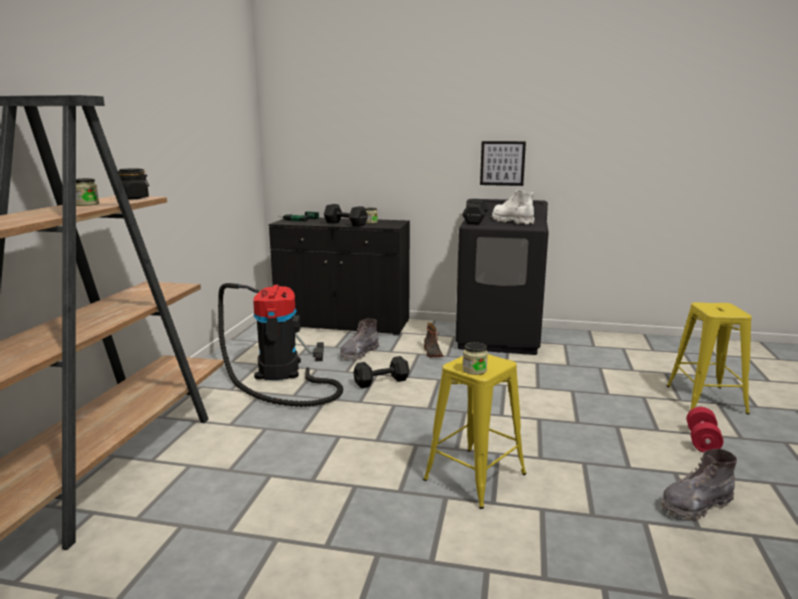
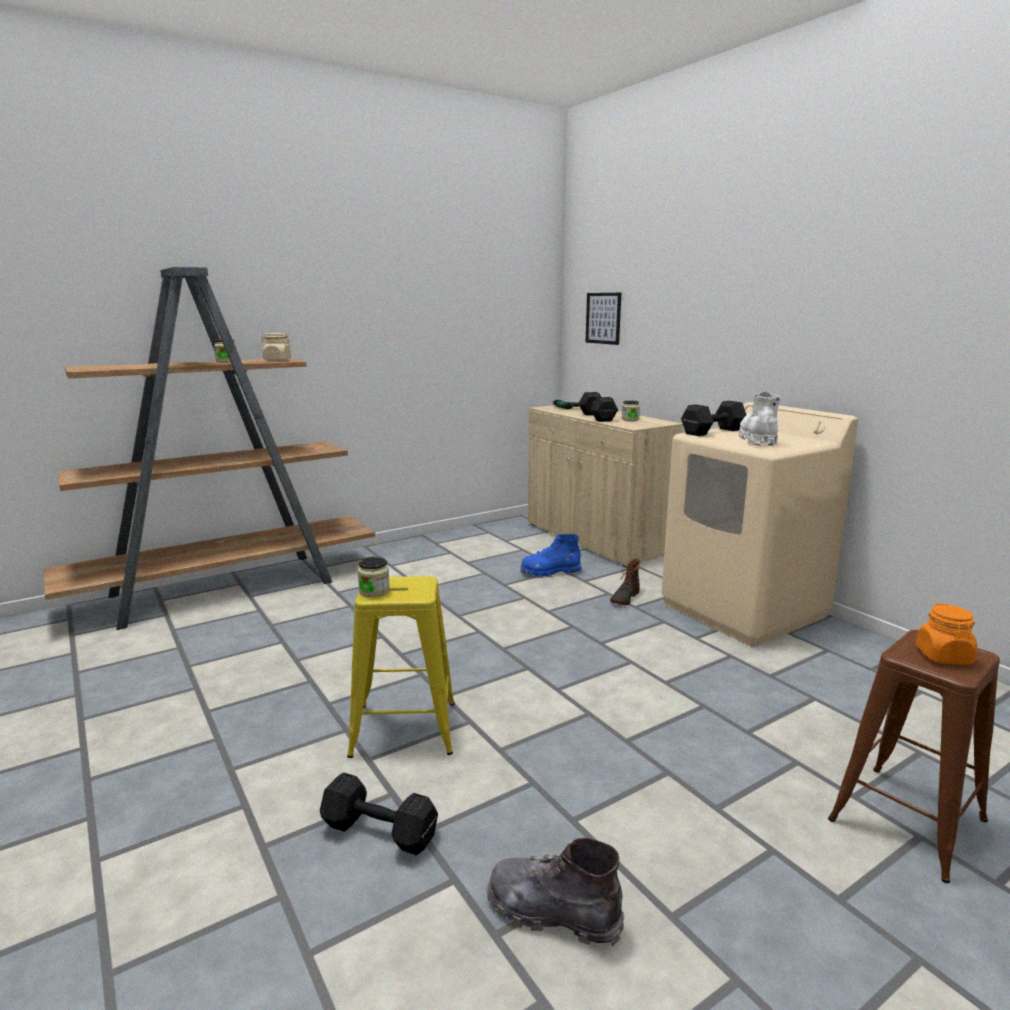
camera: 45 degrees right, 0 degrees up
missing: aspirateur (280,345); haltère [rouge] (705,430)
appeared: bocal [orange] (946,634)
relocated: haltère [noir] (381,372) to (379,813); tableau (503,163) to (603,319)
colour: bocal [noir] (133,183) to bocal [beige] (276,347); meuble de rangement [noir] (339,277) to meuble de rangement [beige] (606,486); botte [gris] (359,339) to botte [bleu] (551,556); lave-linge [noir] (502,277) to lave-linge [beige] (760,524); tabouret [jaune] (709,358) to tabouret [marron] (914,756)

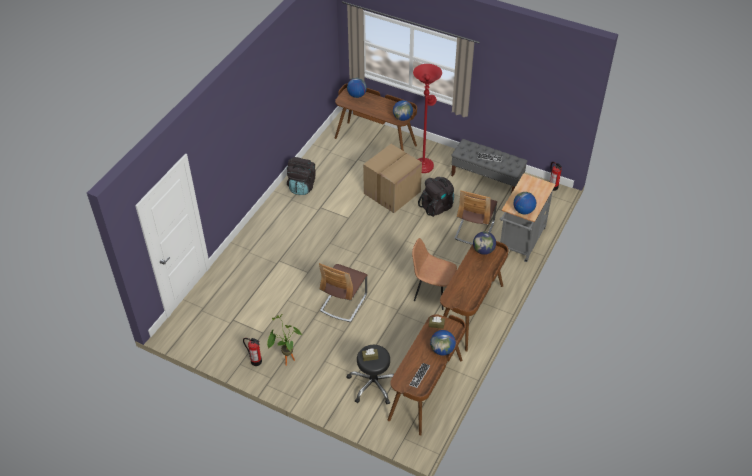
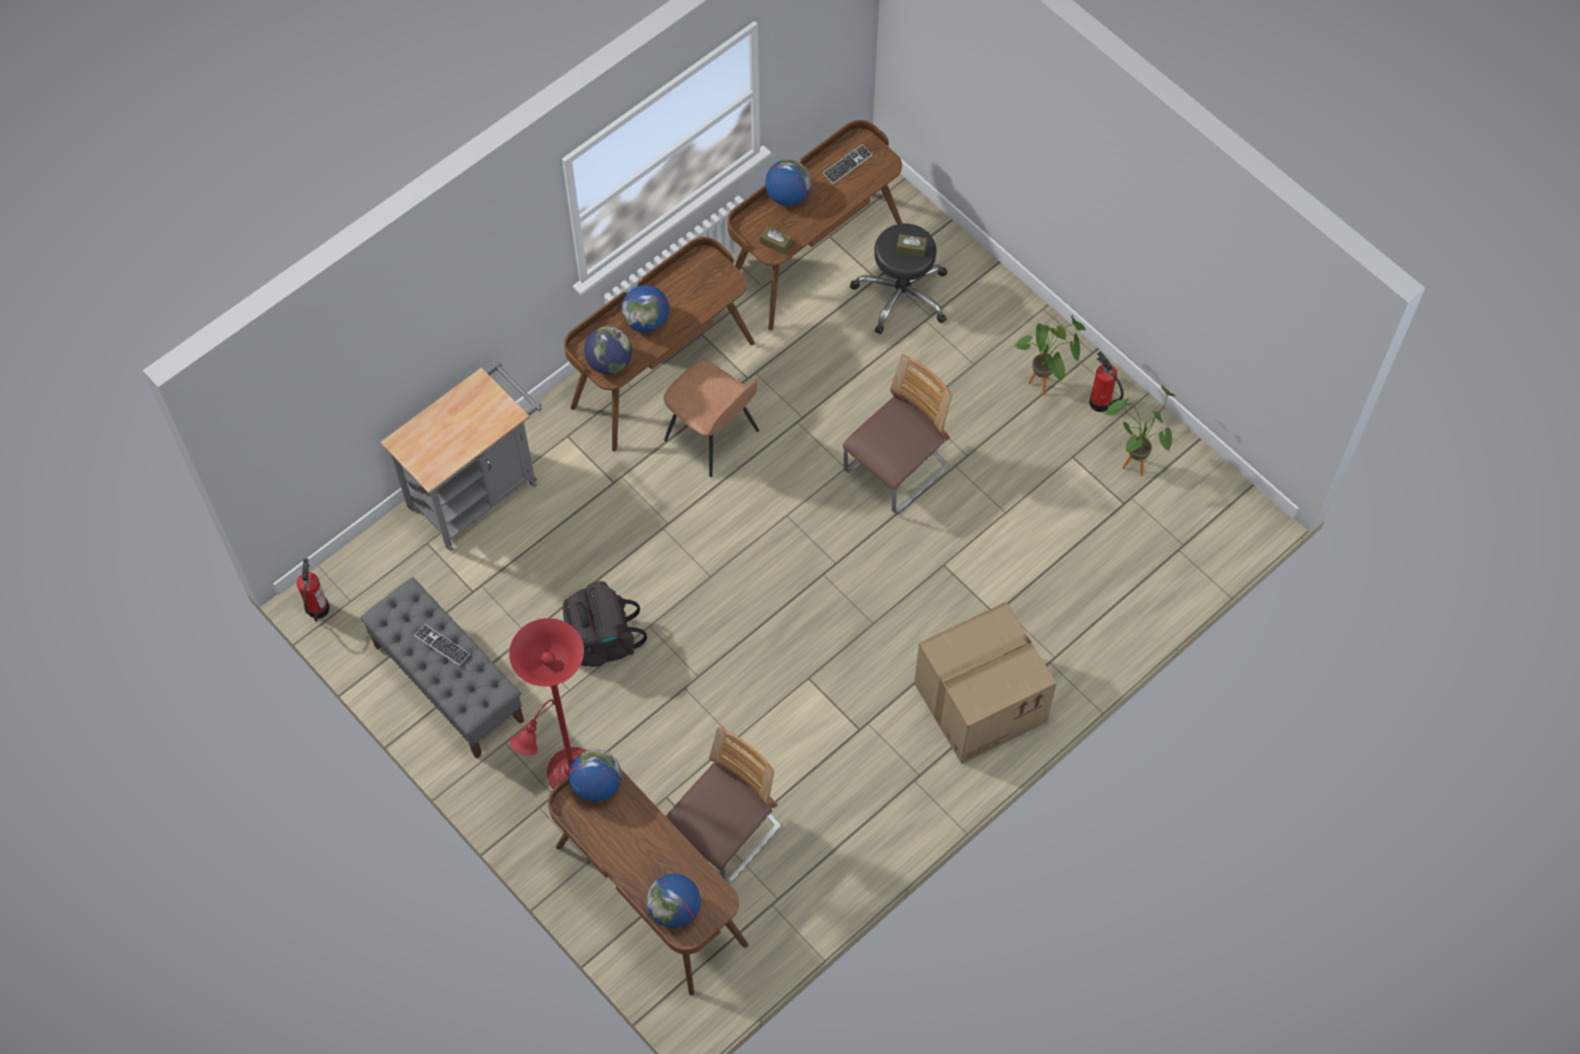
camera: 160 degrees left, 15 degrees up
missing: sac à dos [noir] (301,176)
appeared: plante en pot (1140,430)
relocated: carton (392,178) to (985,683); chaise (475,217) to (723,805); globe (525,203) to (645,309)

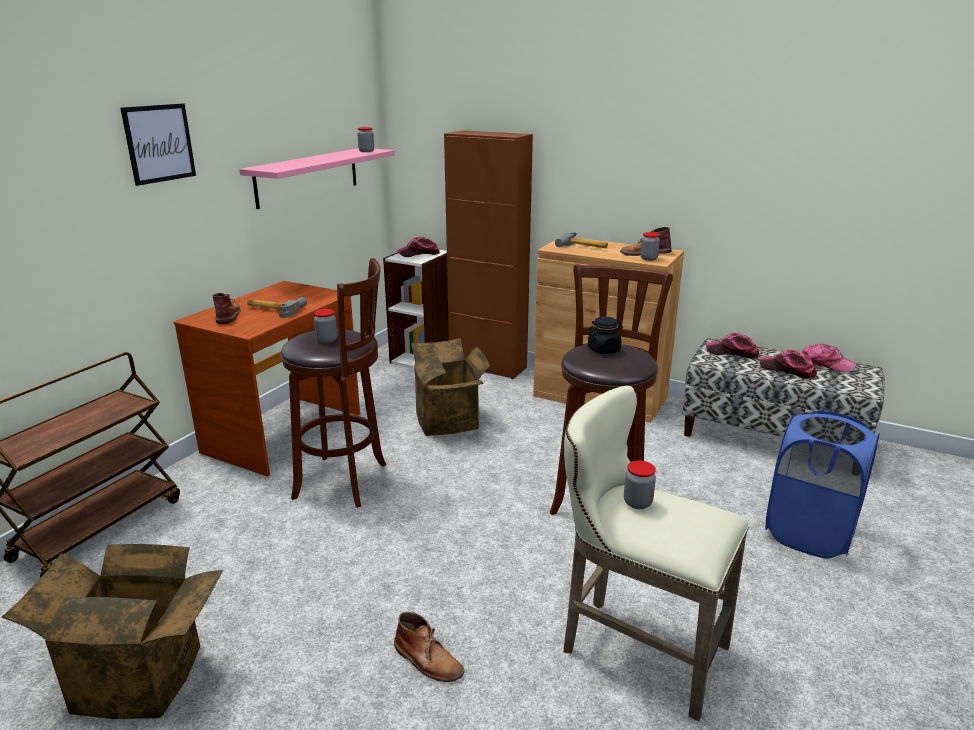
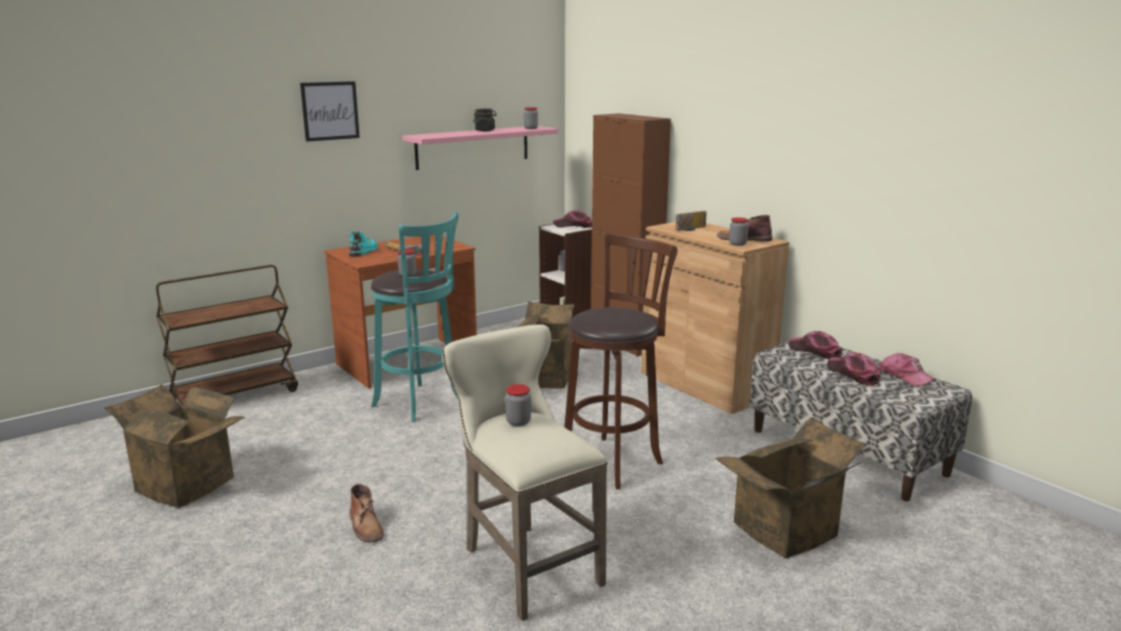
camera: 25 degrees right, 5 degrees down
relocated: bocal [noir] (605,335) to (485,120)
exchanged: marteau (581,240) to radio (691,221); panier à linge [bleu] (822,484) to carton (791,487)
colour: botte [marron] (226,308) to botte [turquoise] (363,244); tabouret [marron] (333,383) to tabouret [turquoise] (414,317)

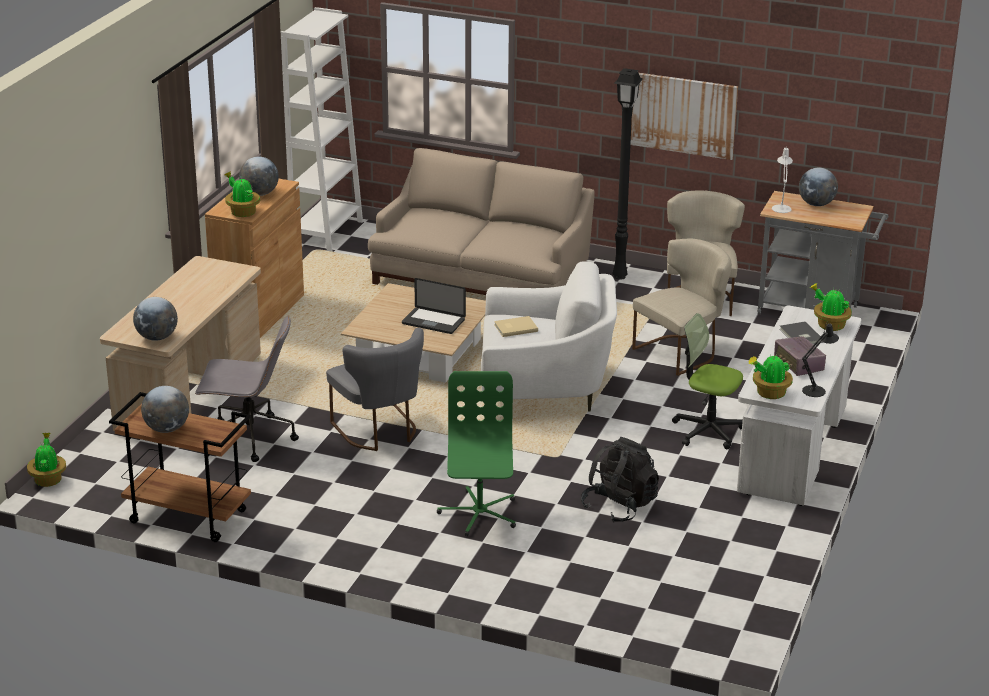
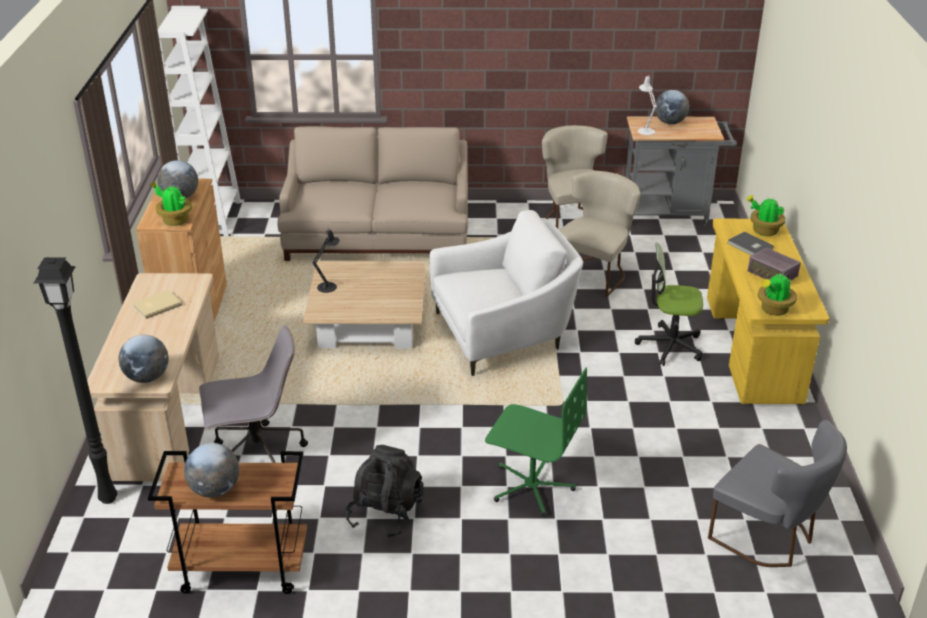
camera: 20 degrees left, 5 degrees up
missing: plante en pot (46,460); ordinateur portable (434,306); tableau (684,116)
relocated: chaise [gris] (375,389) to (777,493); livre [beige] (516,326) to (157,304); sac à dos [noir] (620,480) to (384,491); lampadaire [noir] (627,174) to (75,380); lampe de table [noir] (820,359) to (326,261)
colour: bureau [blanc] (799,405) to bureau [jaune] (768,312)
spun: chaise de bureau [vert] (476,453) = (536,442) 135 degrees clockwise

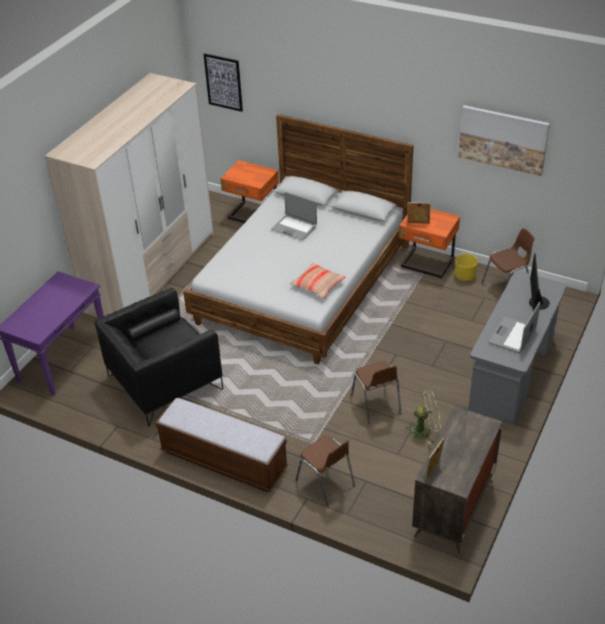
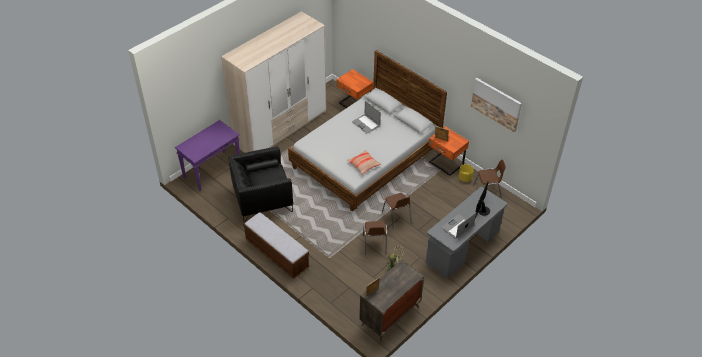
camera: 15 degrees right, 5 degrees up
missing: tableau (223,82)
relocated: chaise [marron] (325,471) to (396,211)

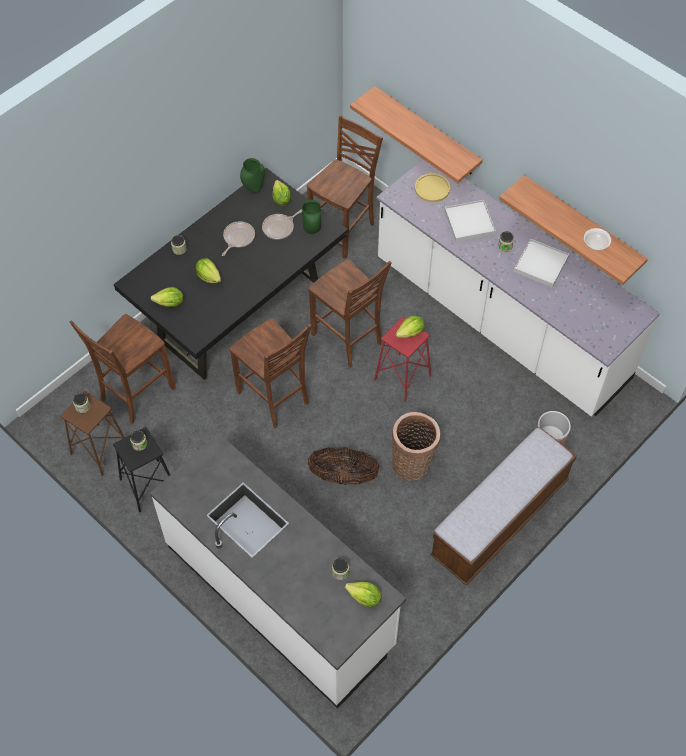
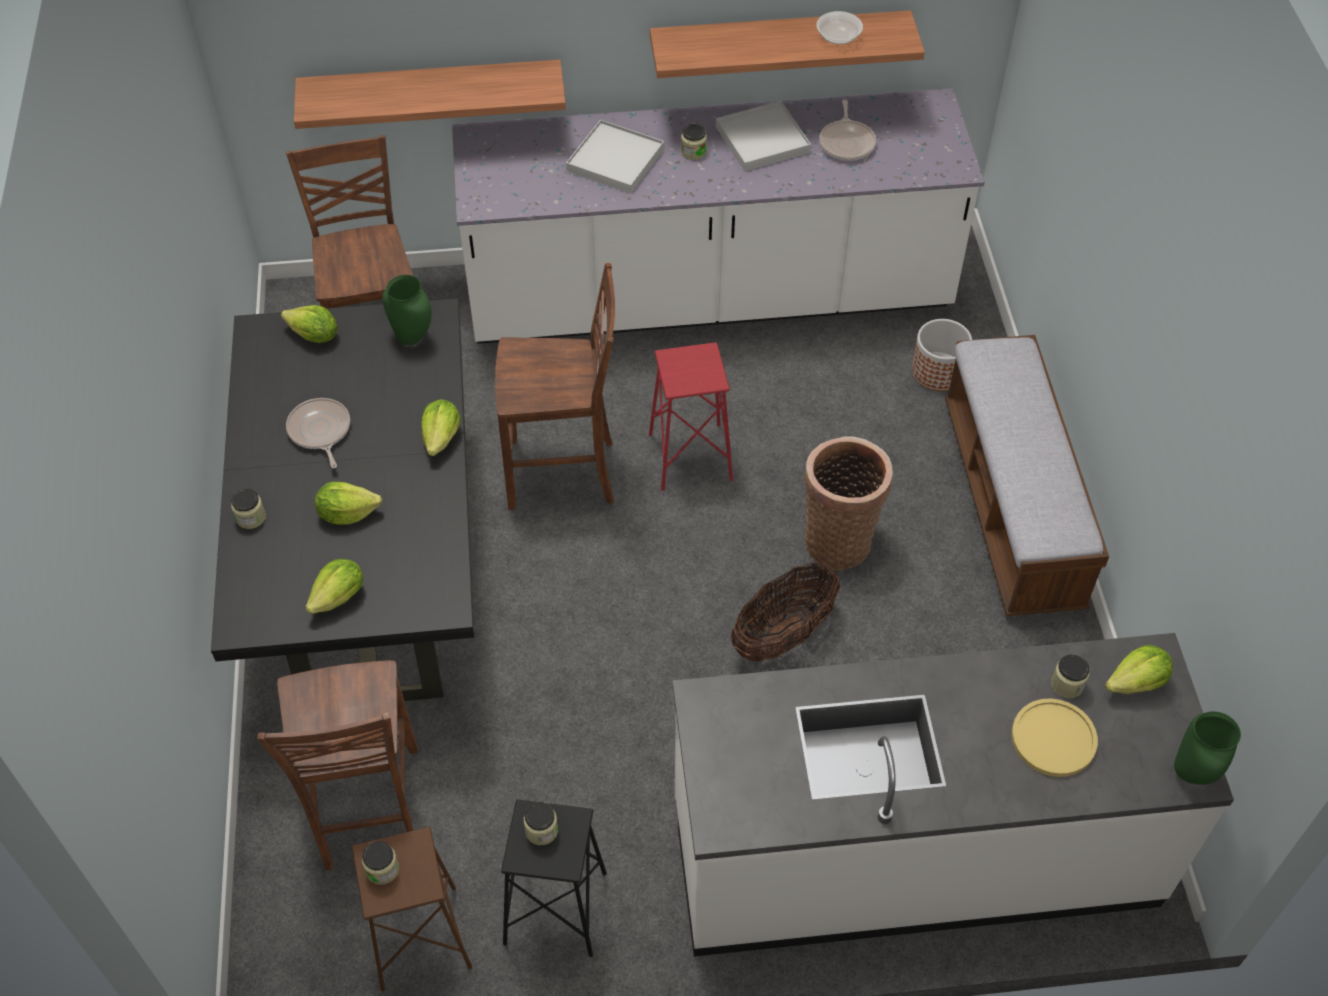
camera: 50 degrees left, 5 degrees down
missing: chaise [marron] (270,373)
relocated: vase [vert] (252,175) to (1207,748); poêle (282,224) to (847,130); laitue (410,326) to (441,427); assiette [jaune] (432,187) to (1054,737)

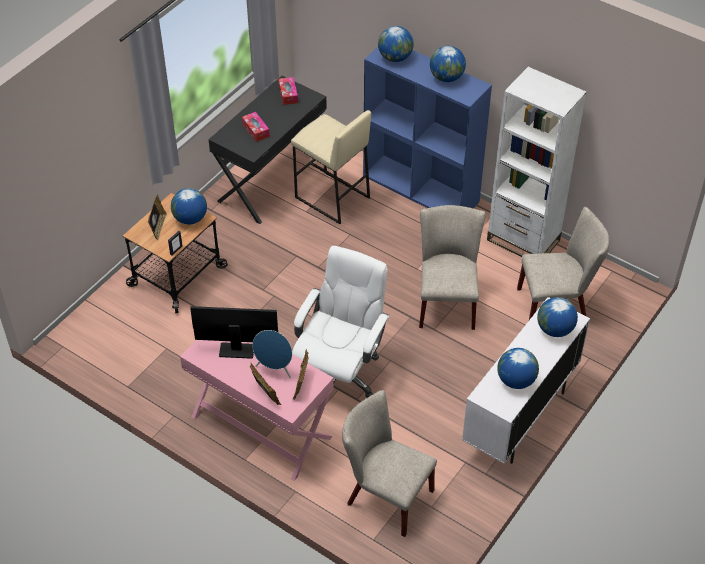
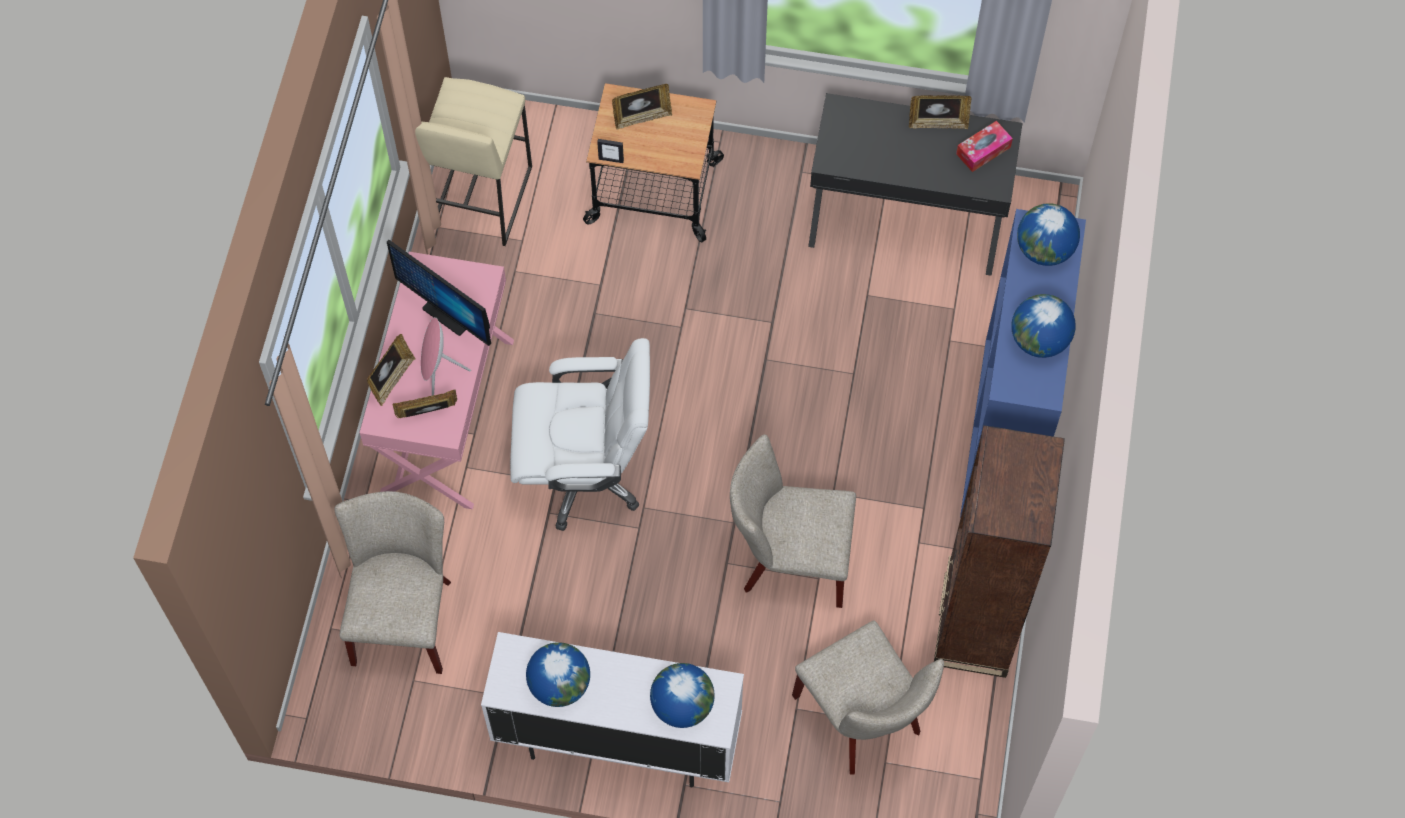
camera: 65 degrees right, 15 degrees up
missing: globe (189,206); boîte à mouchoirs (256,127)
appeared: cadre photo (940,112)
relocated: tabouret [beige] (331,167) to (473,161)
colour: enceinte [bleu] (272,354) to enceinte [rose] (446,356); bibliothèque [blanc] (537,162) to bibliothèque [marron] (999,551)
spun: écran d'ordinateur (234,332) = (439,293) 150 degrees clockwise; chaise [beige] (452,267) = (793,521) 150 degrees counterclockwise

